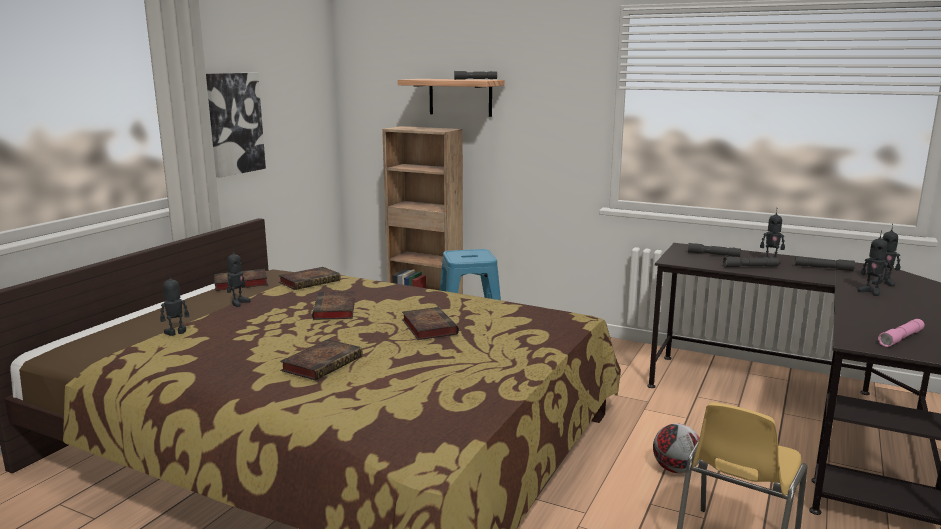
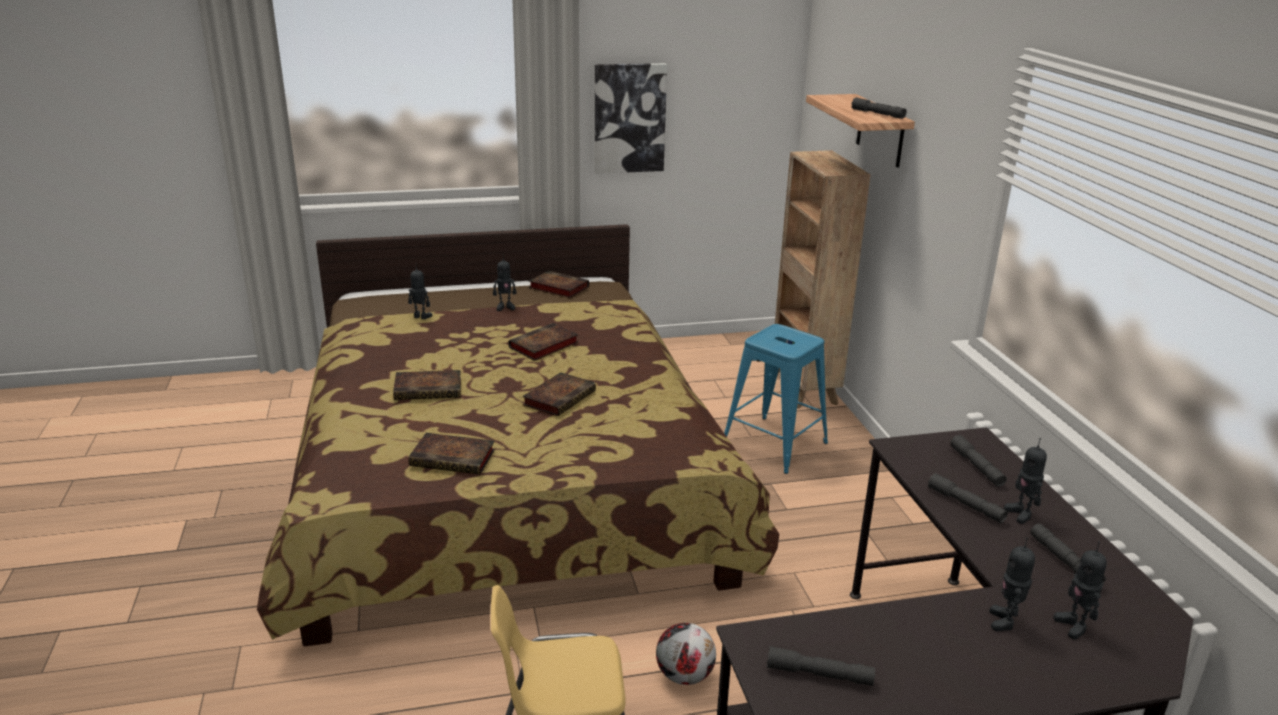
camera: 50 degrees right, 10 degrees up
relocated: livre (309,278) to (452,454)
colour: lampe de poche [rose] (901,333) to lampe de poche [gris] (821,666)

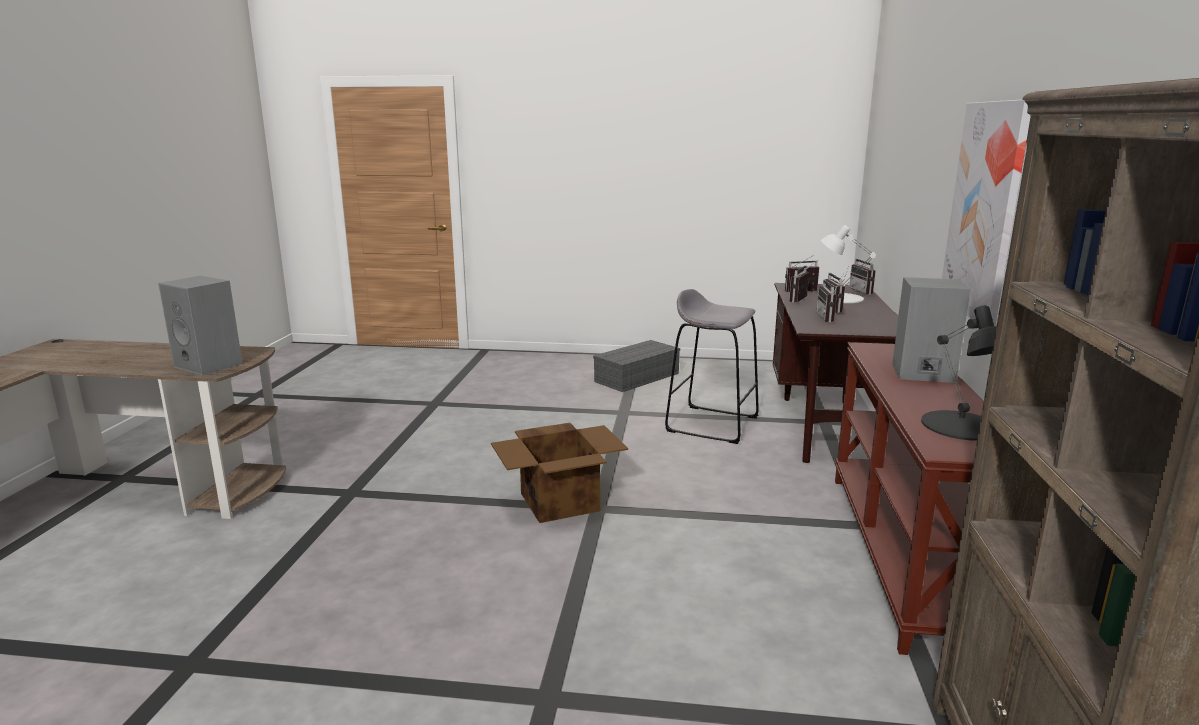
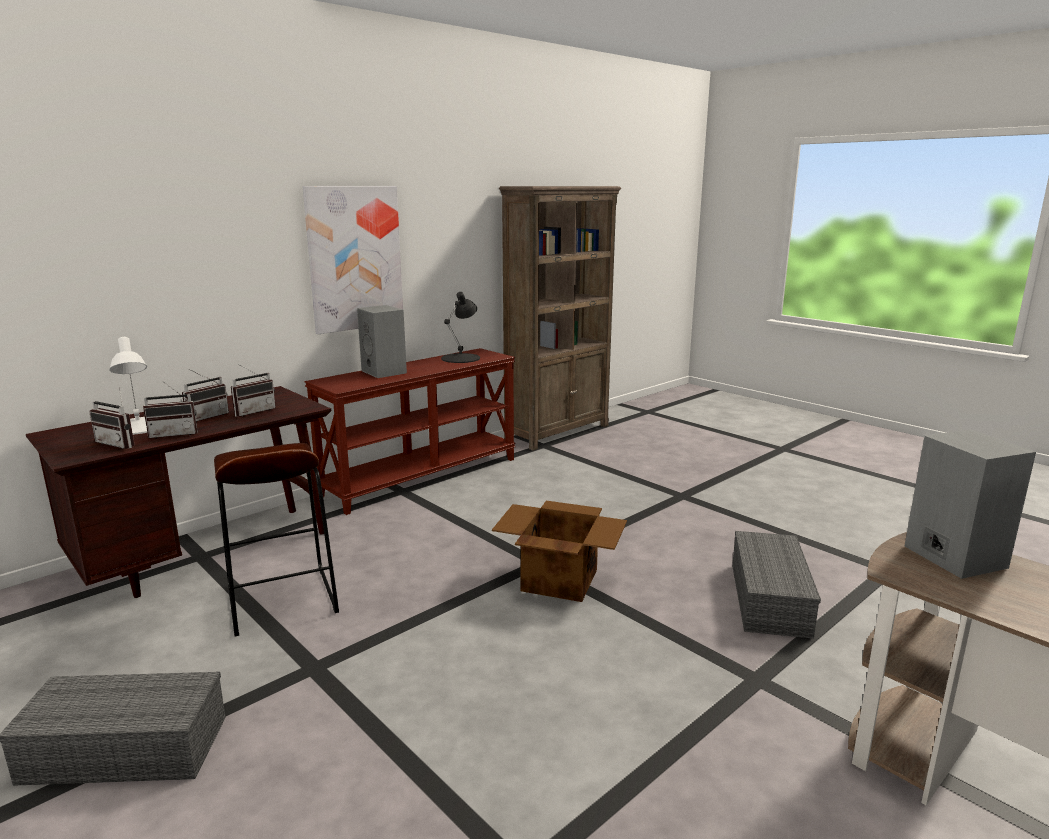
camera: 140 degrees left, 0 degrees up
missing: radio (862,277)
appeared: boîte de rangement [gris] (776,585)
colour: tabouret [gris] (712,366) to tabouret [marron] (276,539)

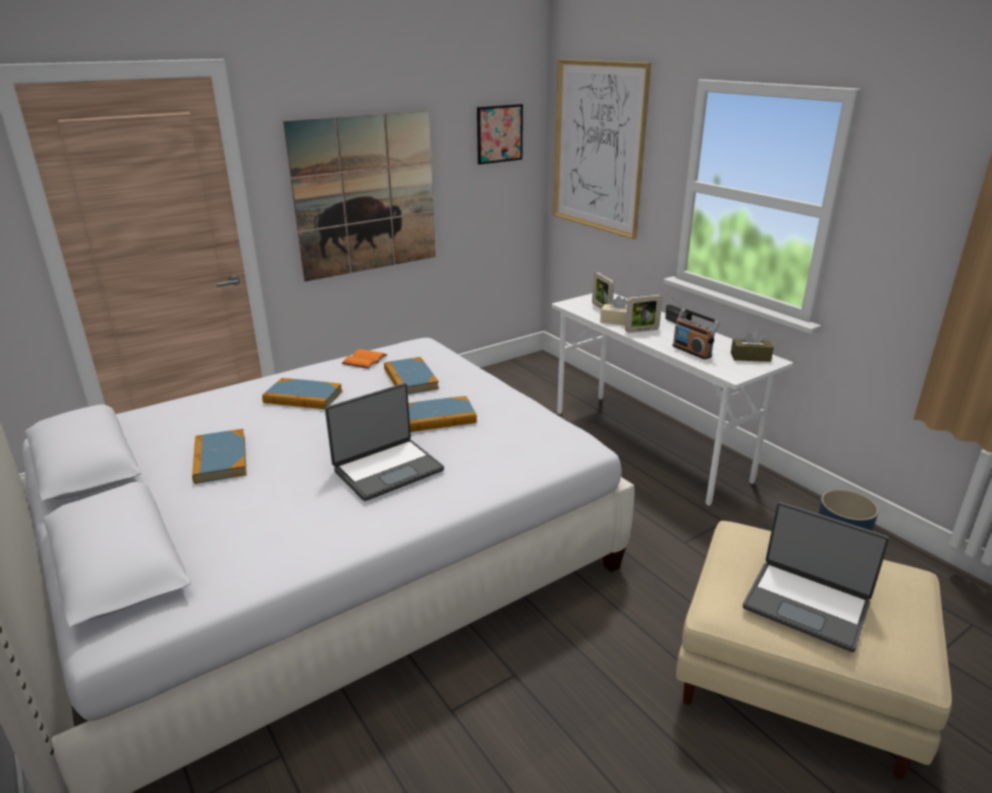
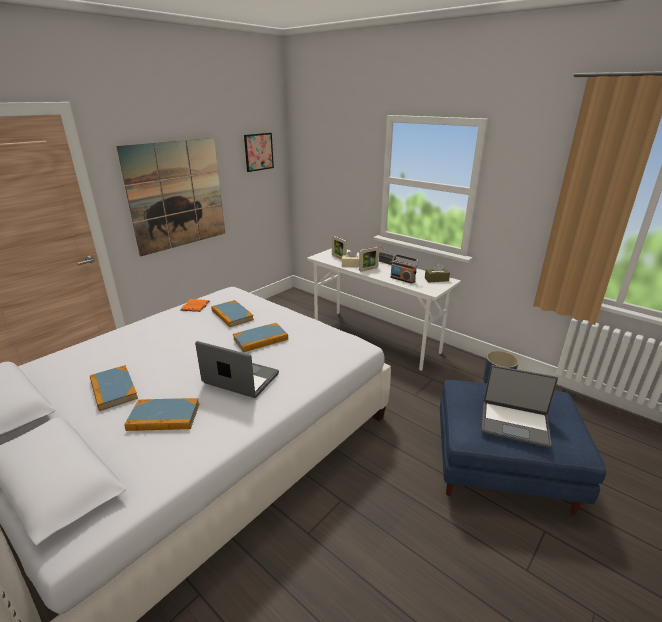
camera: 15 degrees left, 0 degrees up
missing: tableau (602,149)
relocated: livre (302,393) to (161,414)
colour: pouf [beige] (814,650) to pouf [bleu] (523,447)
spun: ordinateur portable (384,442) = (237,369) 105 degrees counterclockwise

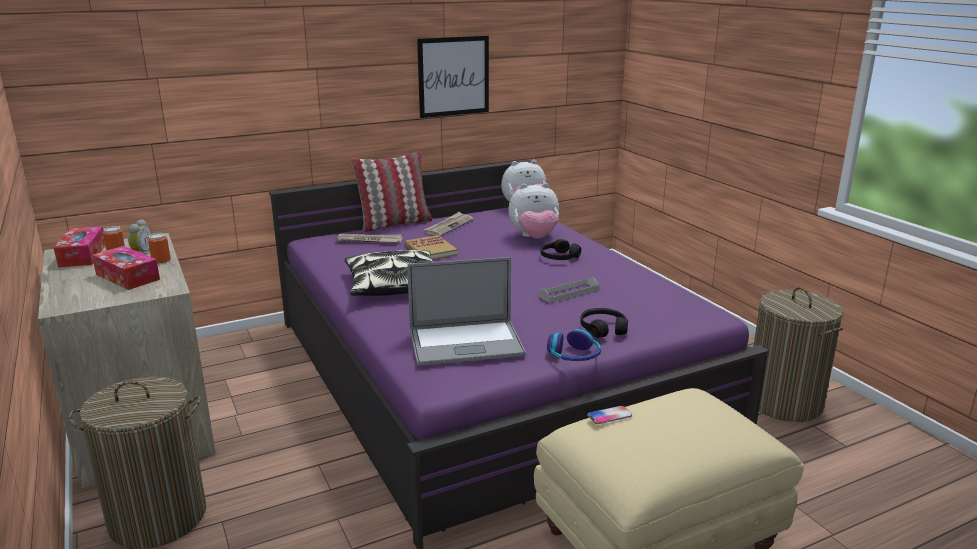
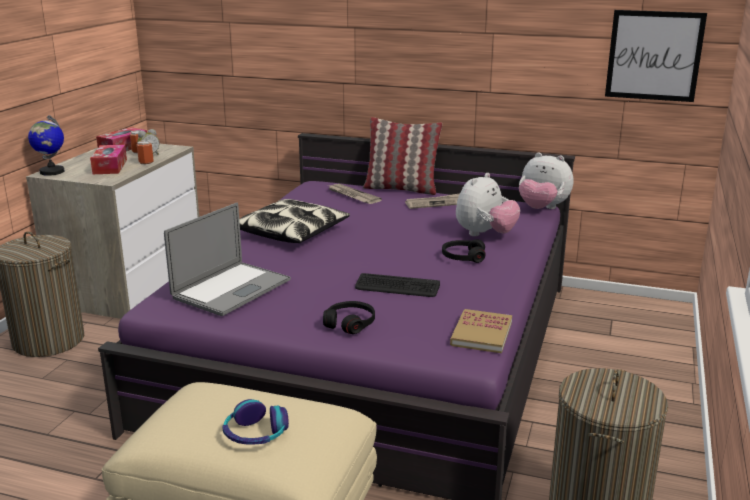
camera: 45 degrees right, 0 degrees up
missing: téléphone (609,415)
appeared: globe (46,145)
relocated: livre (431,247) to (481,331); tableau (453,77) to (656,56); casque audio (574,345) to (255,422)
exchanged: plateau [gris] (569,290) to clavier (397,285)
spun: ordinateur portable (466,311) = (227,259) 90 degrees counterclockwise; peluche (534,211) = (488,204) 90 degrees counterclockwise

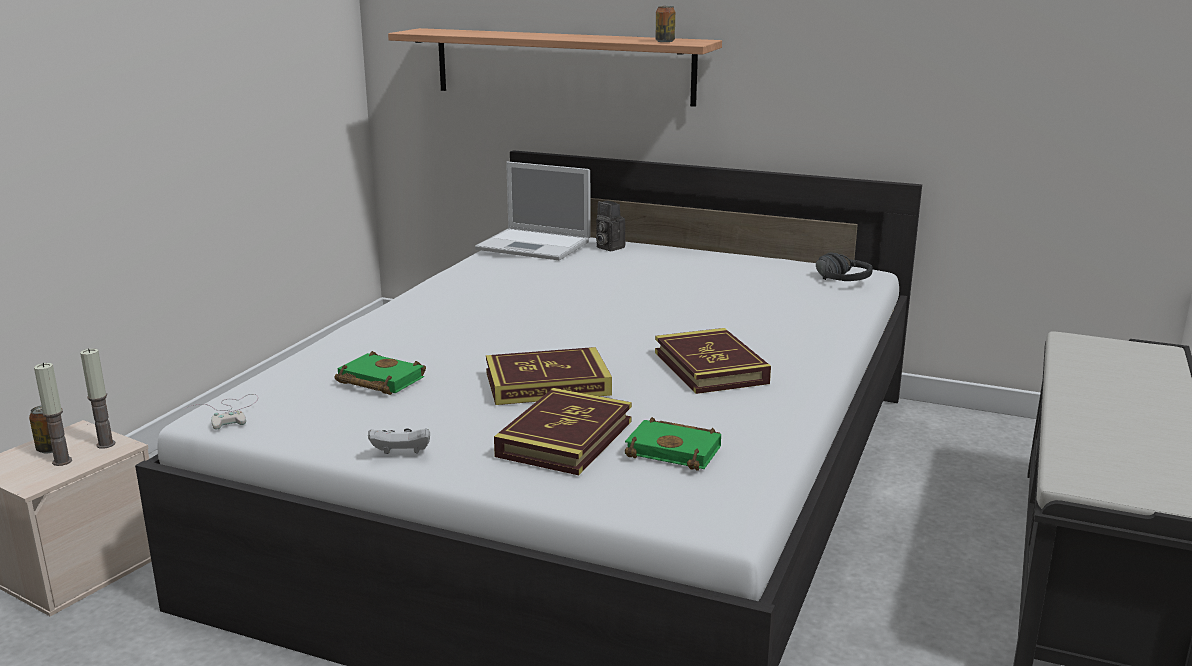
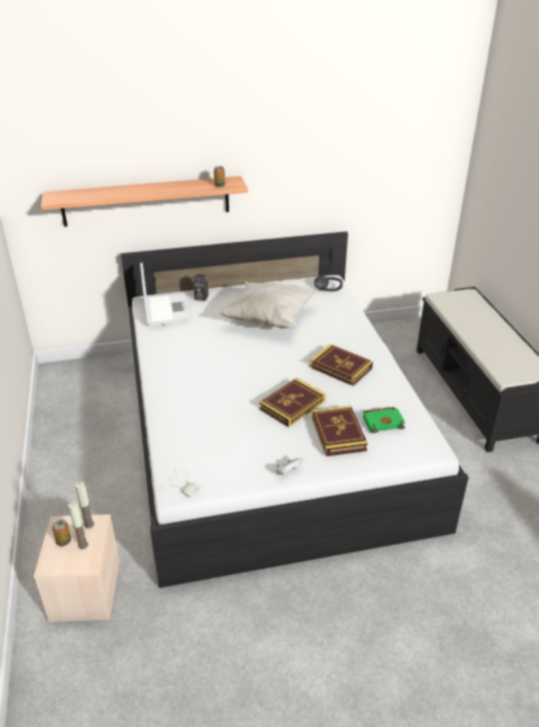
camera: 35 degrees left, 15 degrees up
missing: livre [vert] (380,373)
appeared: coussin [blanc] (267,305)
spun: ordinateur portable (532,211) = (165,294) 90 degrees counterclockwise

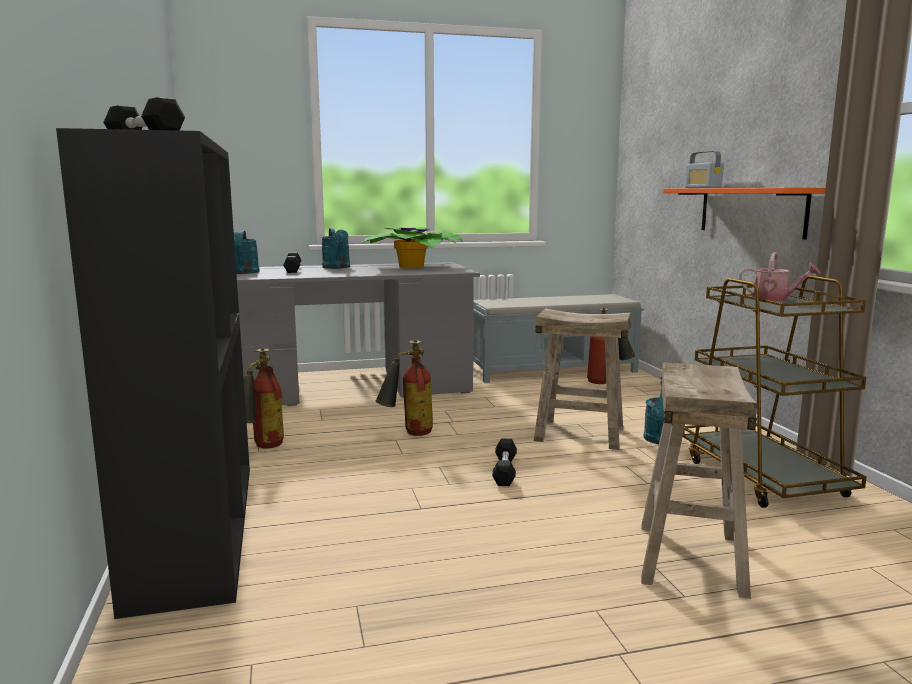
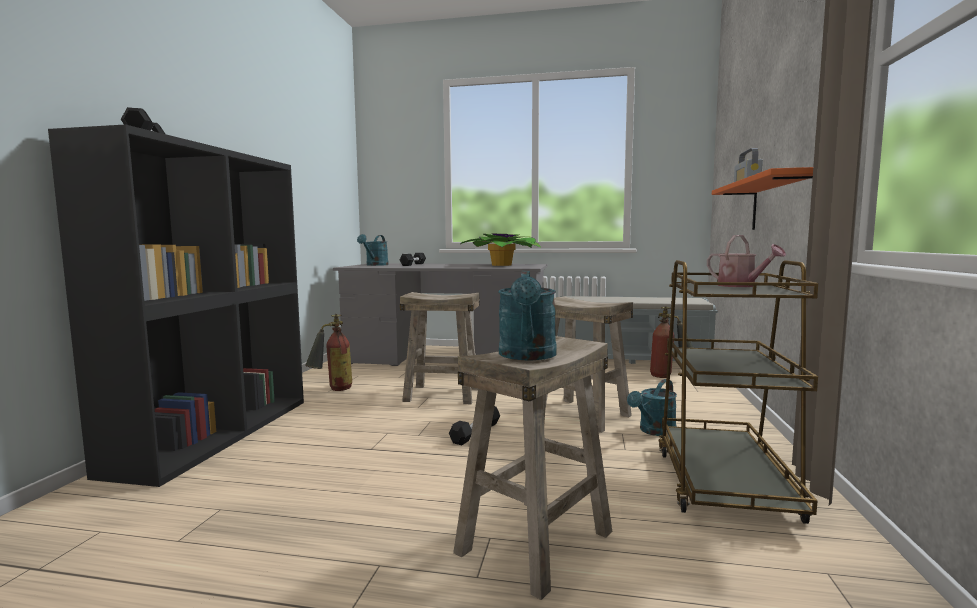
camera: 25 degrees right, 5 degrees down
relocated: arrosoir [turquoise] (335,248) to (527,315)
exchanged: extincteur (404,388) to tabouret [beige] (440,348)

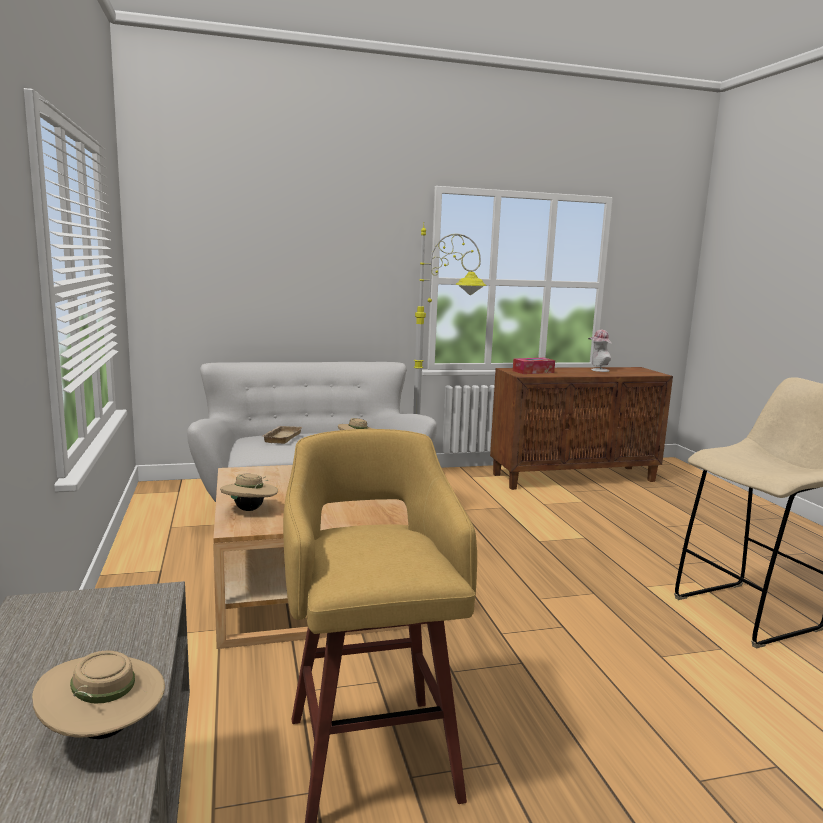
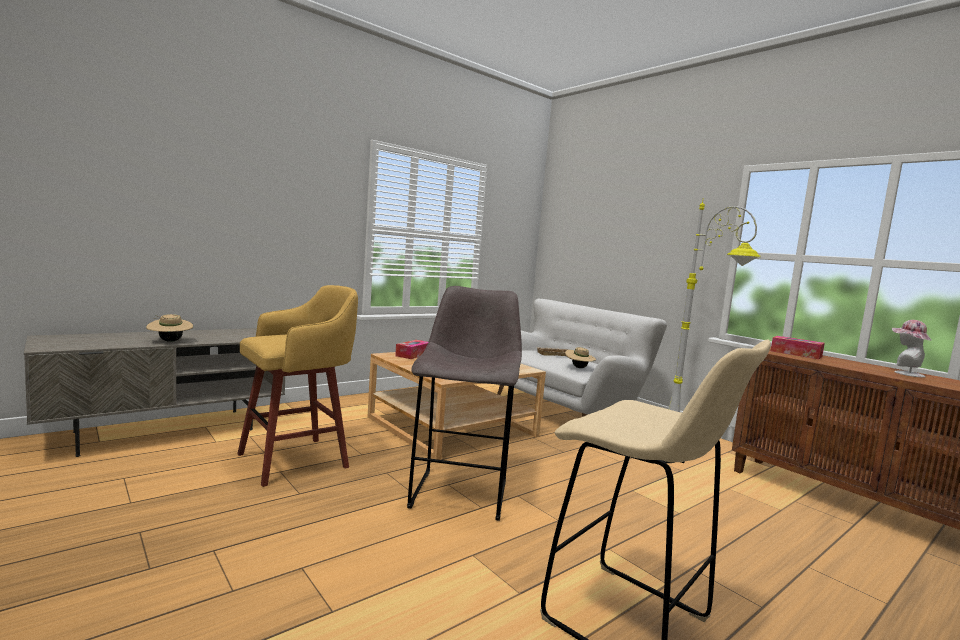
camera: 65 degrees right, 5 degrees down
appeared: tabouret [gris] (464,403)
exchanged: chapeau [beige] (249,492) to boîte à mouchoirs (411,349)

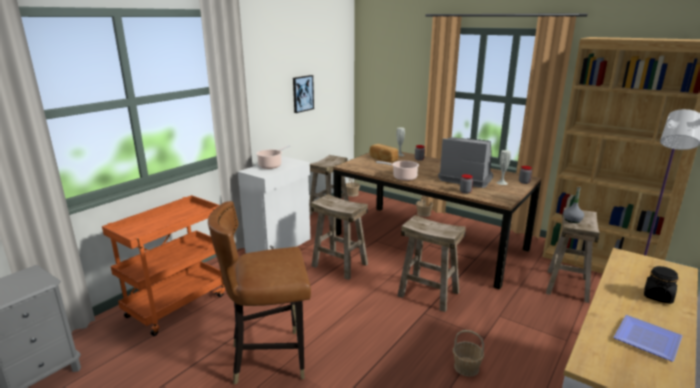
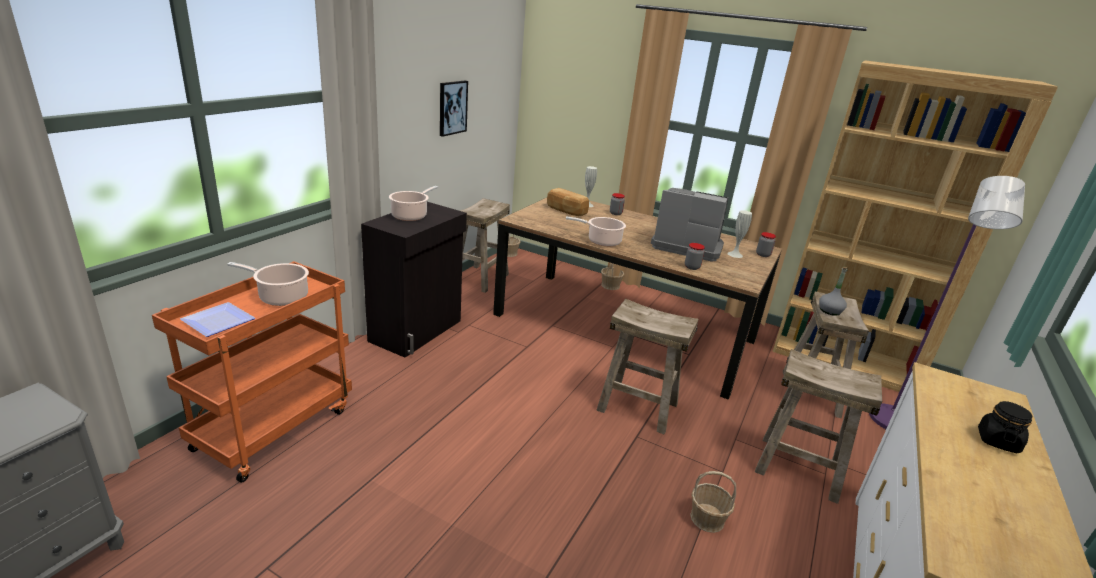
camera: 10 degrees left, 5 degrees up
missing: chaise [marron] (259,293)
appeared: marmite (268,284)
relocated: tabouret [beige] (339,237) to (818,426); assiette (648,338) to (217,319)
colour: meuble de rangement [blanc] (274,204) to meuble de rangement [noir] (414,279)

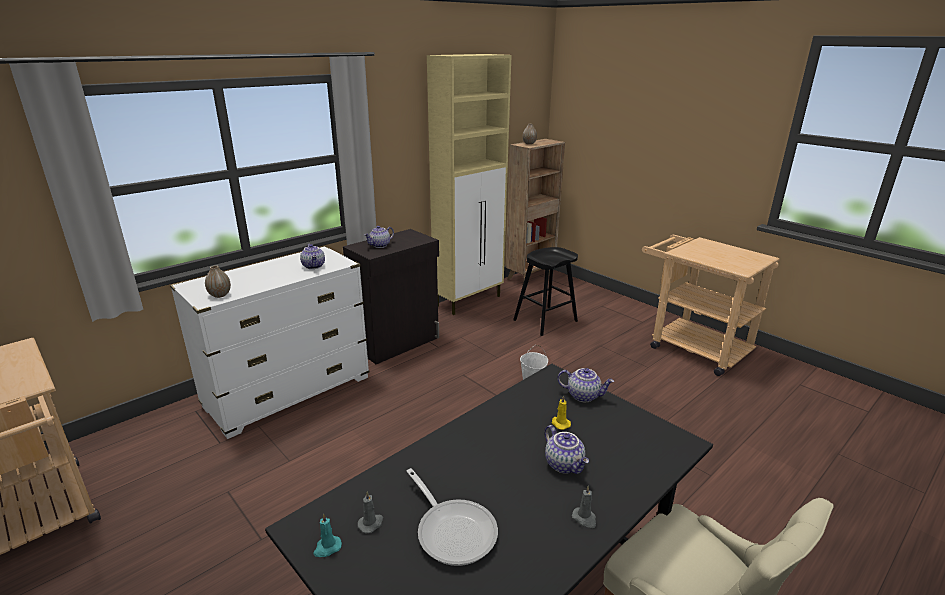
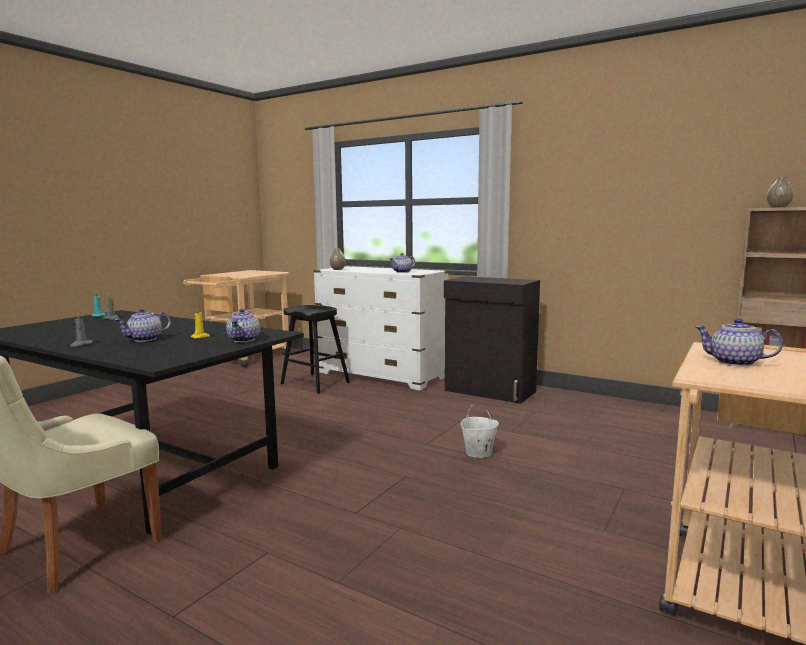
camera: 75 degrees right, 15 degrees down
missing: poêle (452,517); meuble de rangement [beige] (469,184)
relocated: théière (379,237) to (739,342); tabouret [noir] (545,291) to (315,349)

